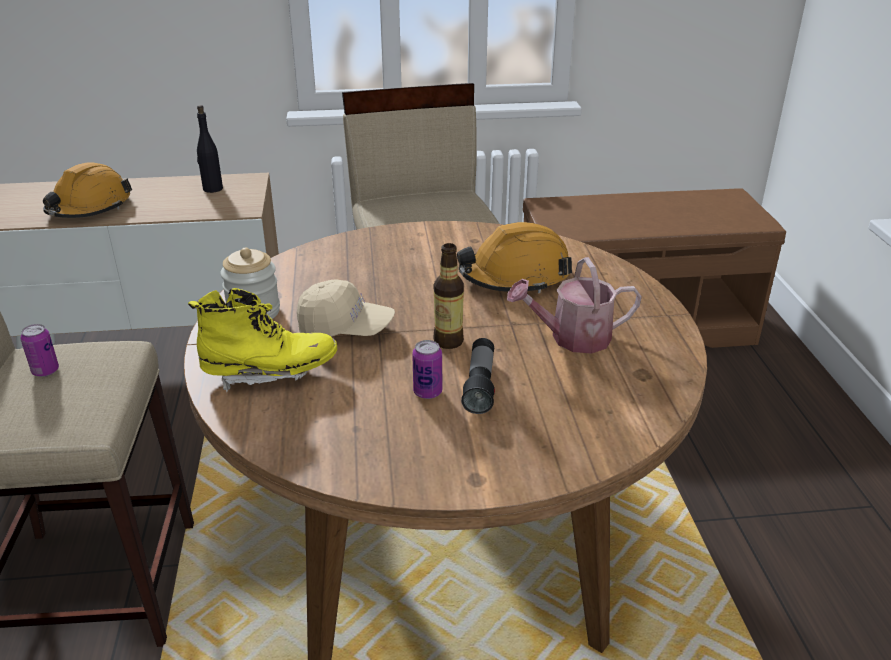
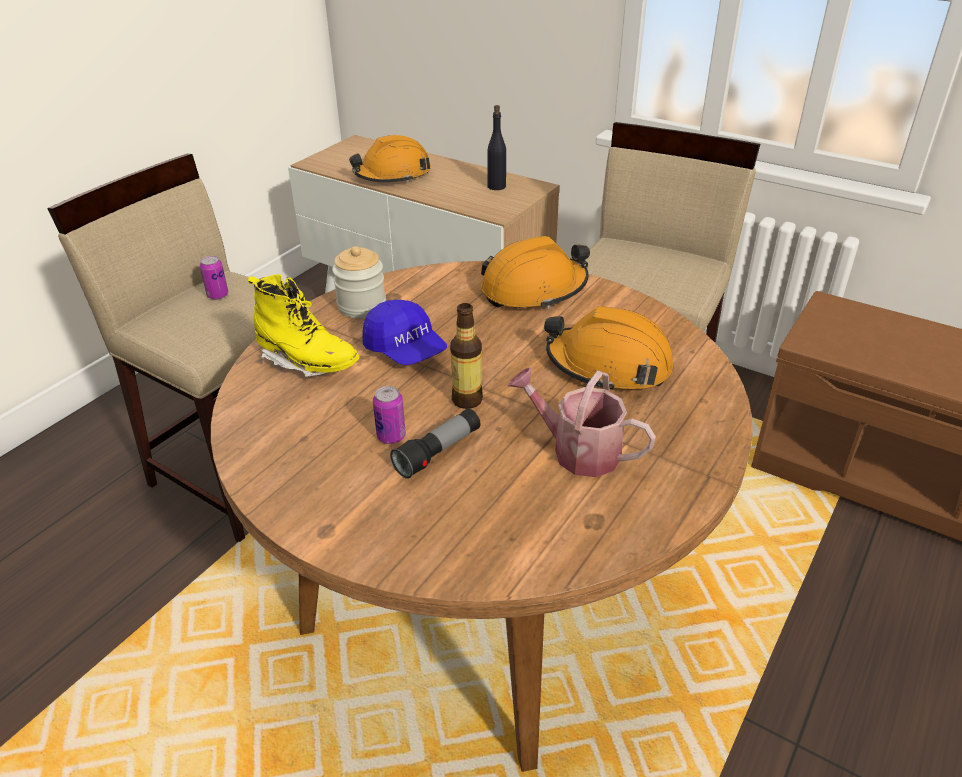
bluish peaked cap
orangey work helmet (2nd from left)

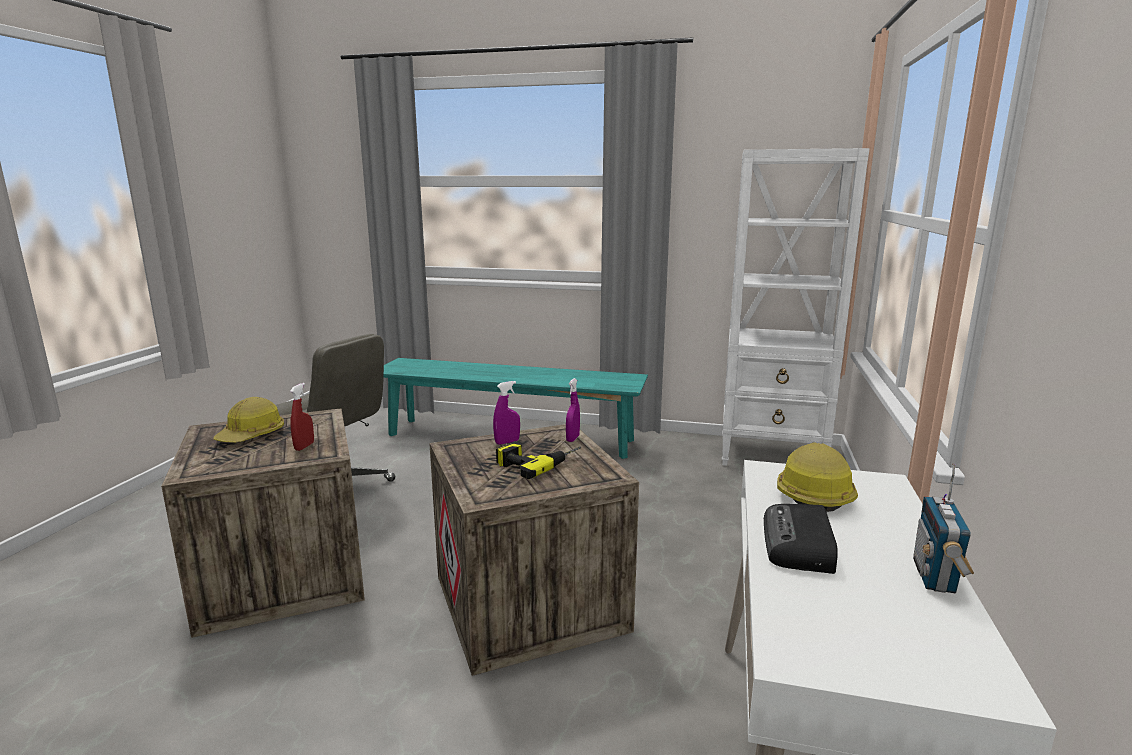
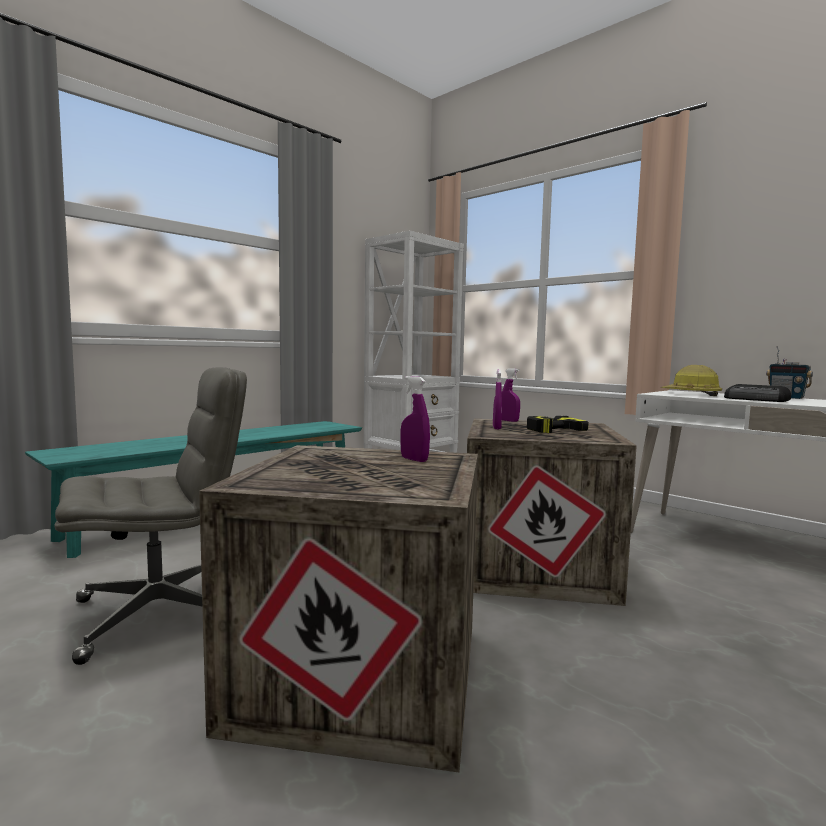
purple spray bottle (1st from left)
work helmet (1st from left in the first image)

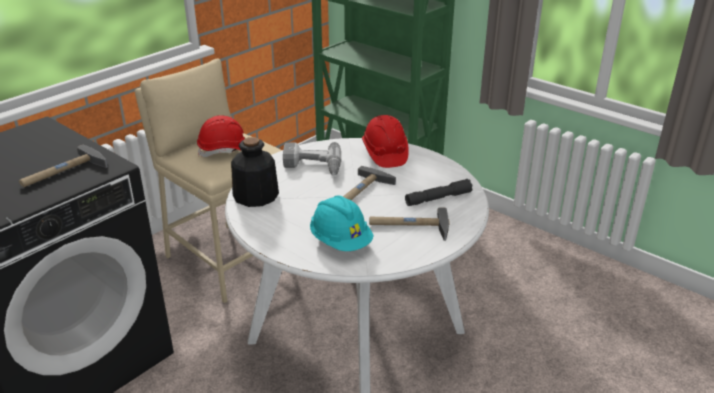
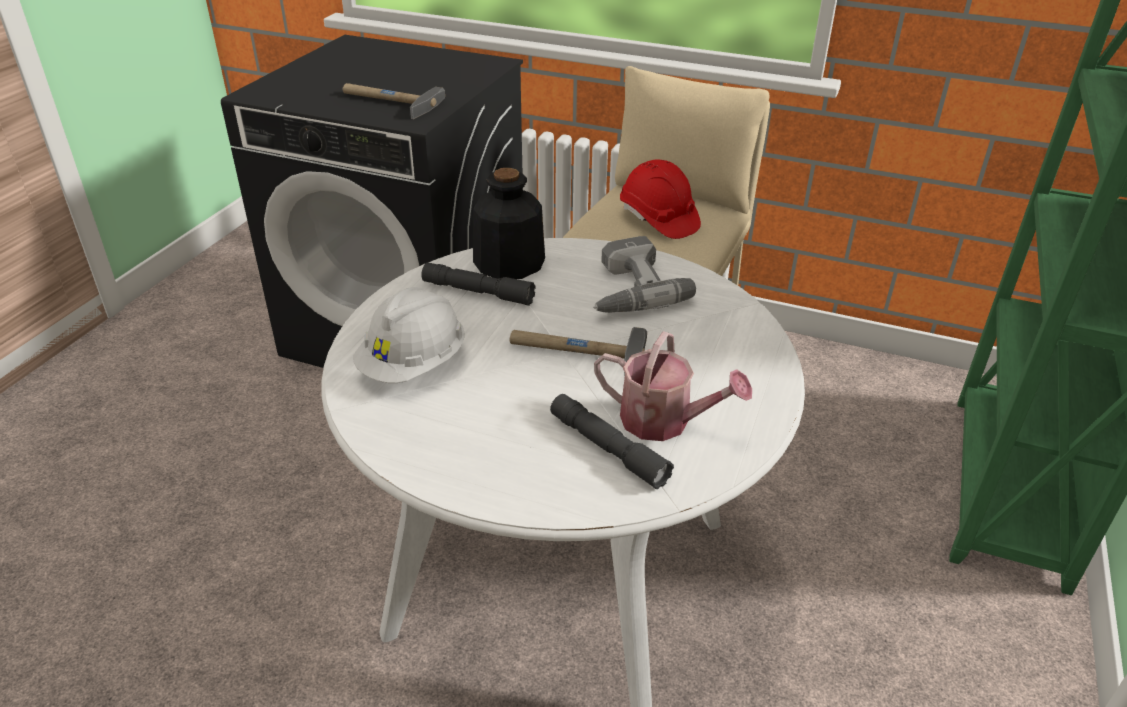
reddish work helmet (2nd from left in the first image)
whitish work helmet
tool hammer (3rd from left in the first image)
grey torch (1st from left)
watering pot

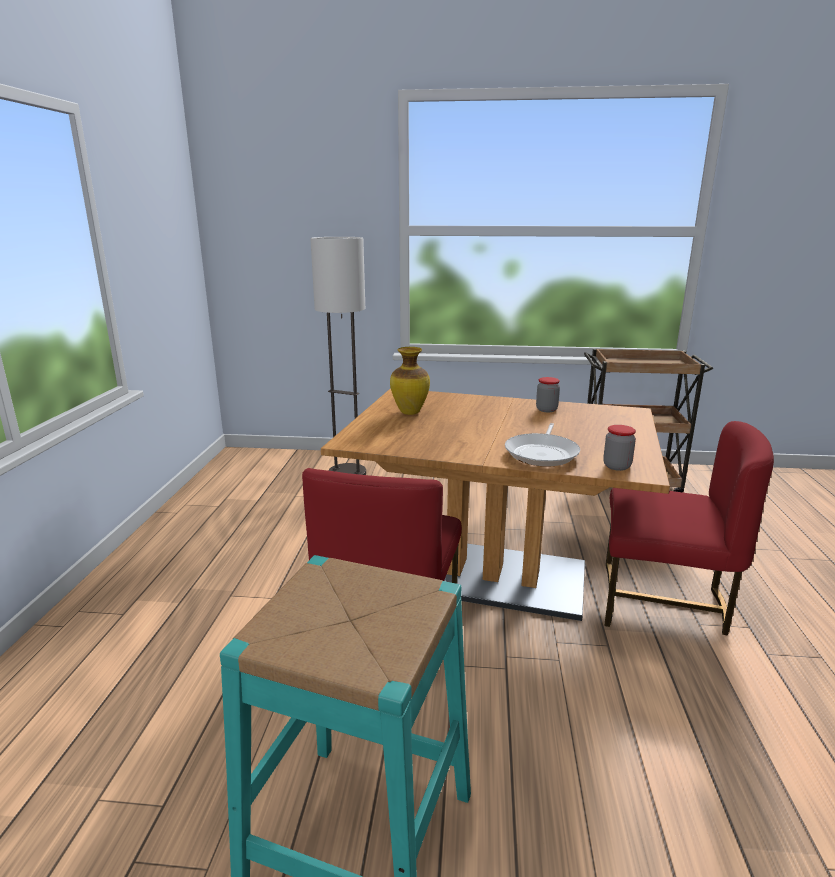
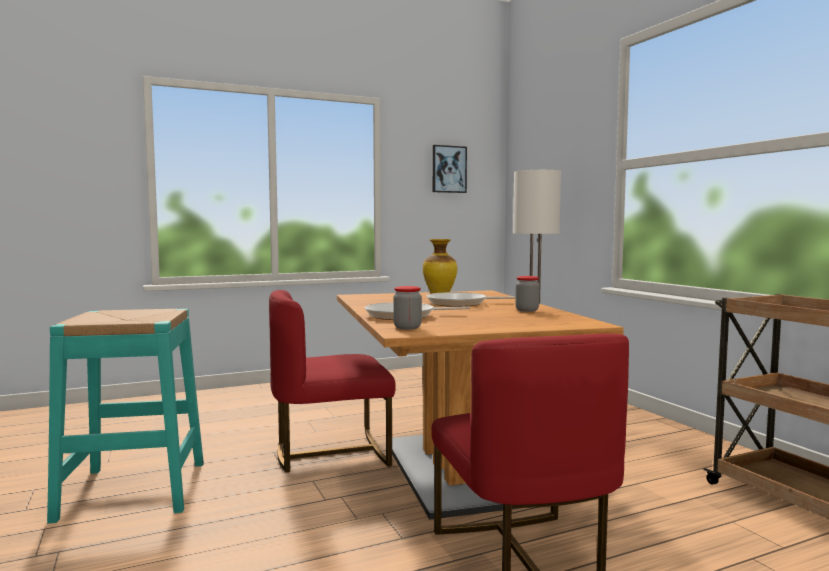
picture
frying pan (2nd from left)

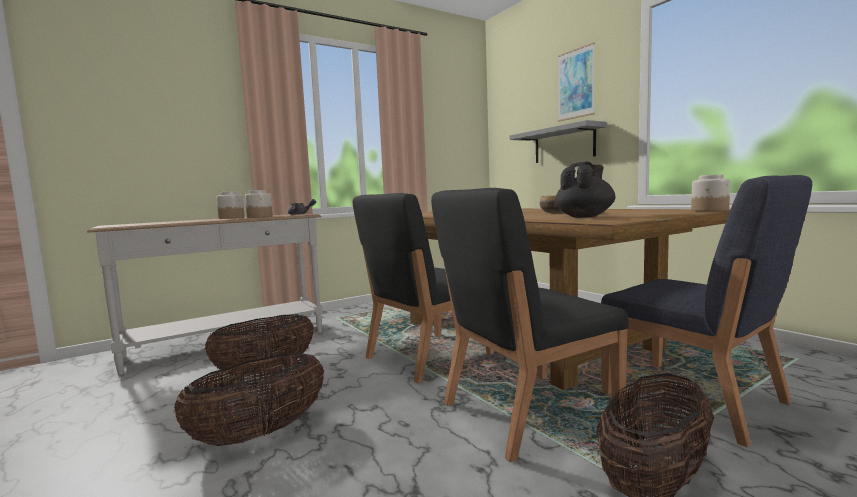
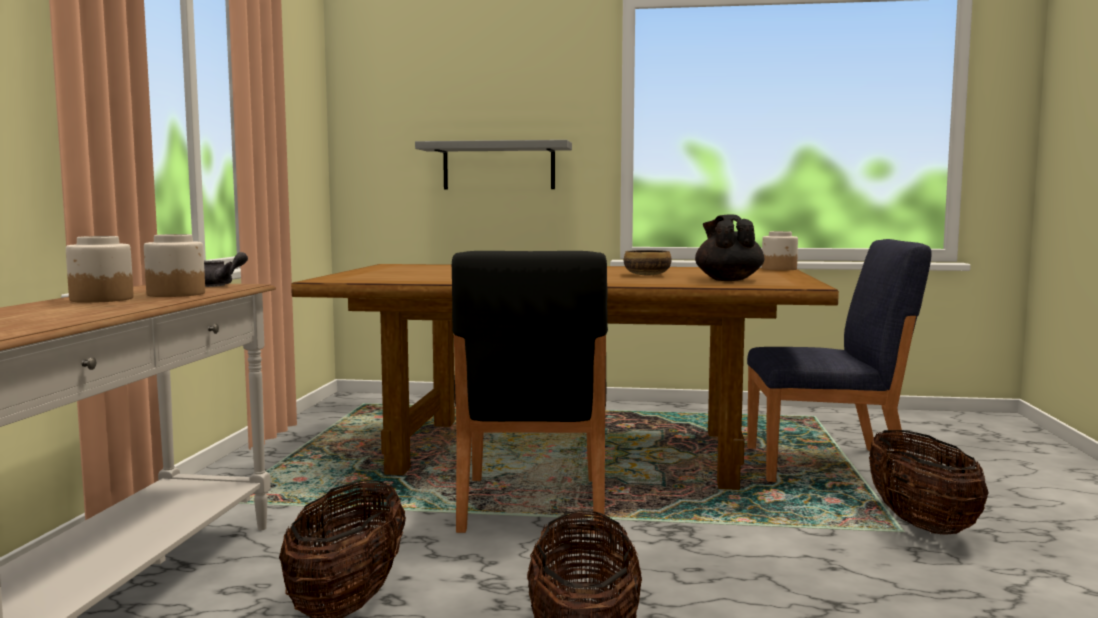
picture
black upright chair (2nd from left in the first image)

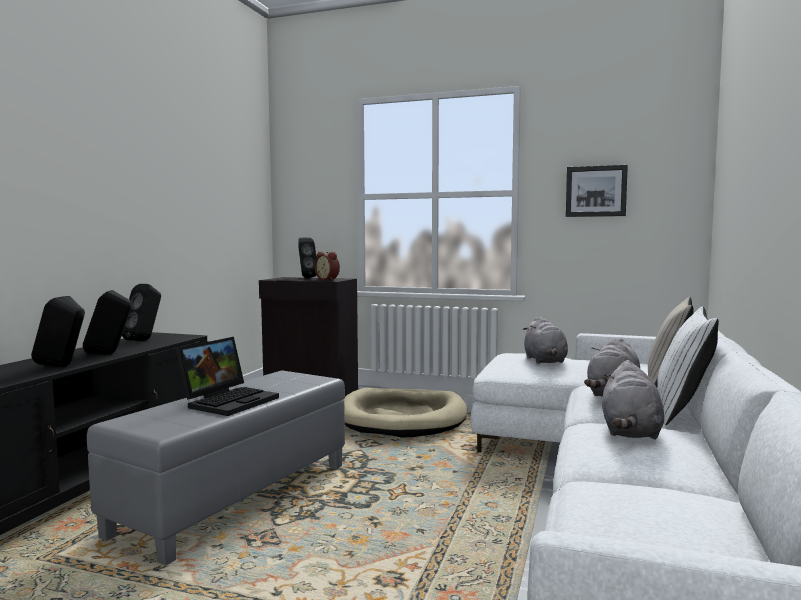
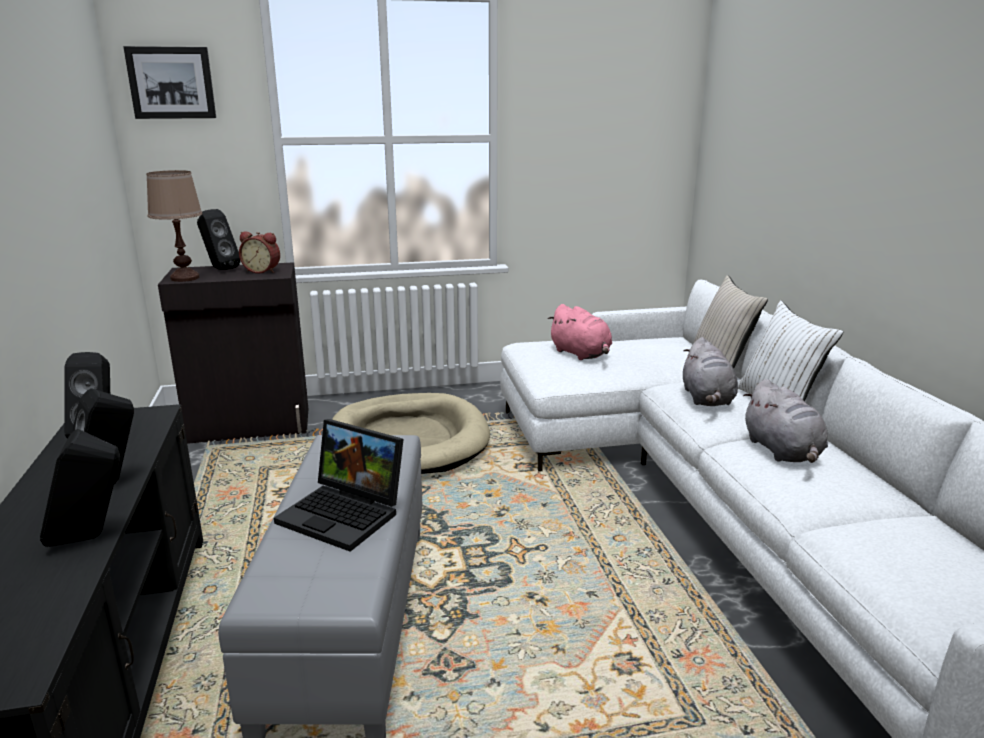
picture
pink-coloured cuddly toy
laptop
brown tabletop lamp

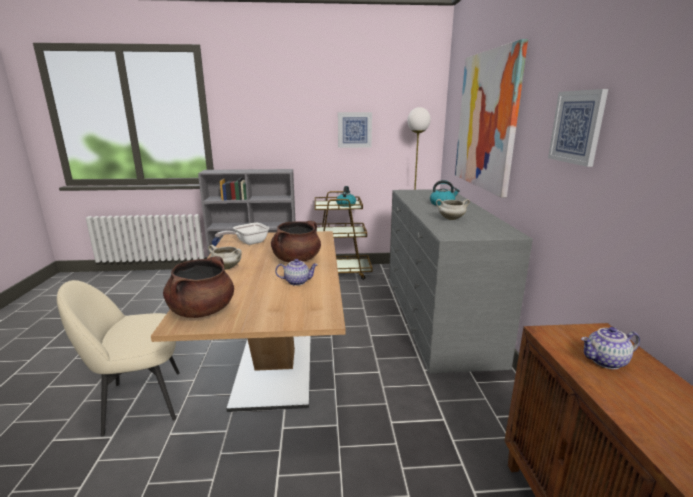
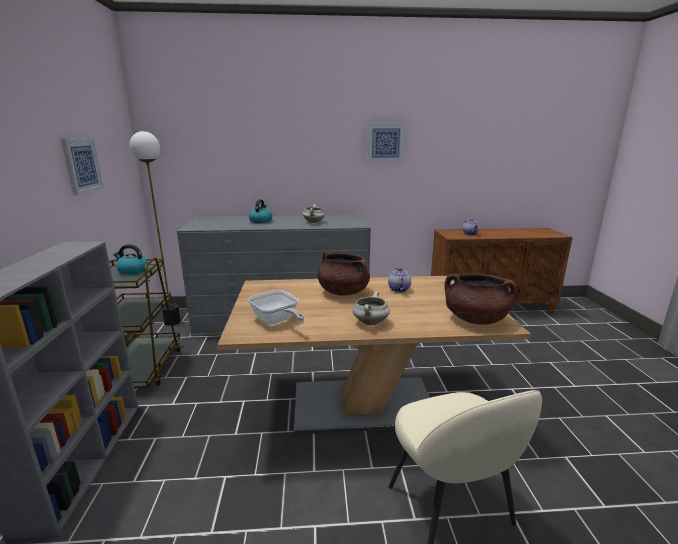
picture (2nd from left in the first image)

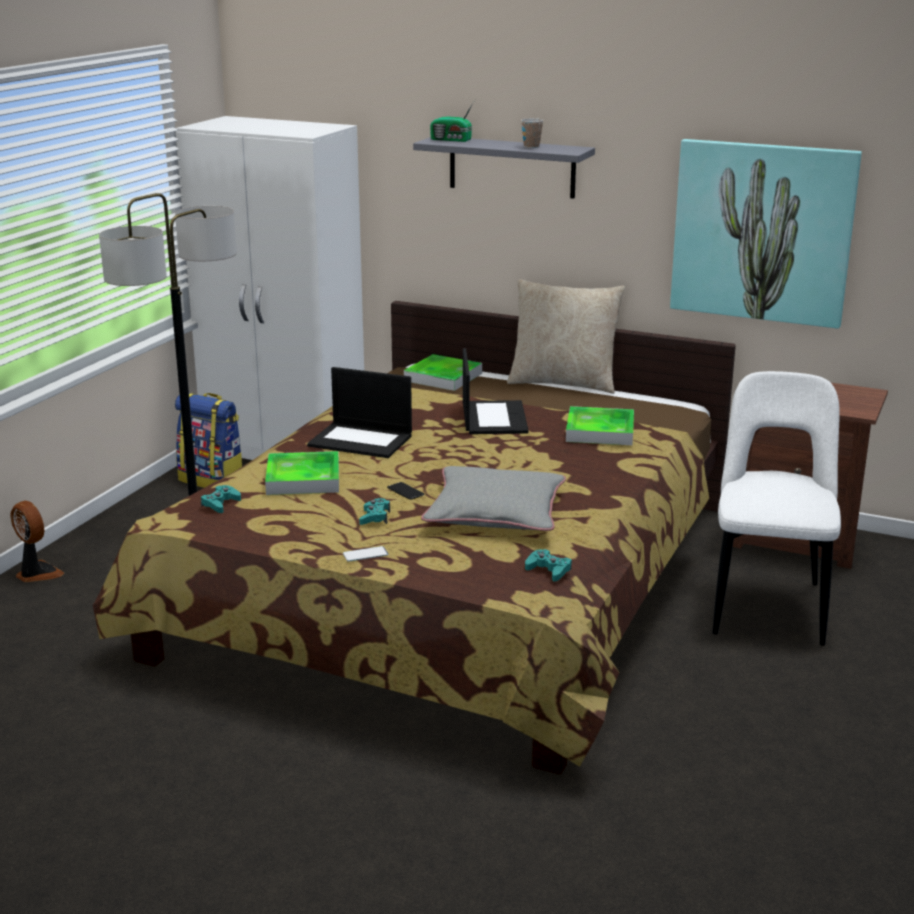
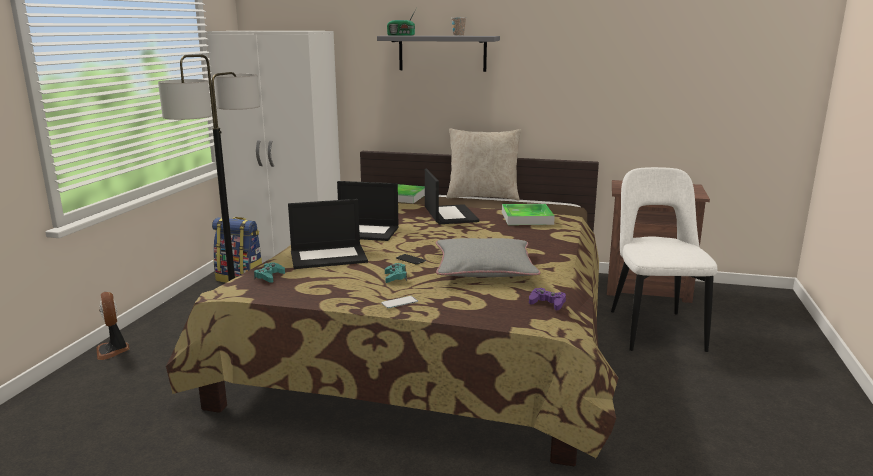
picture
laptop (1st from left)
electric fan
purple joypad

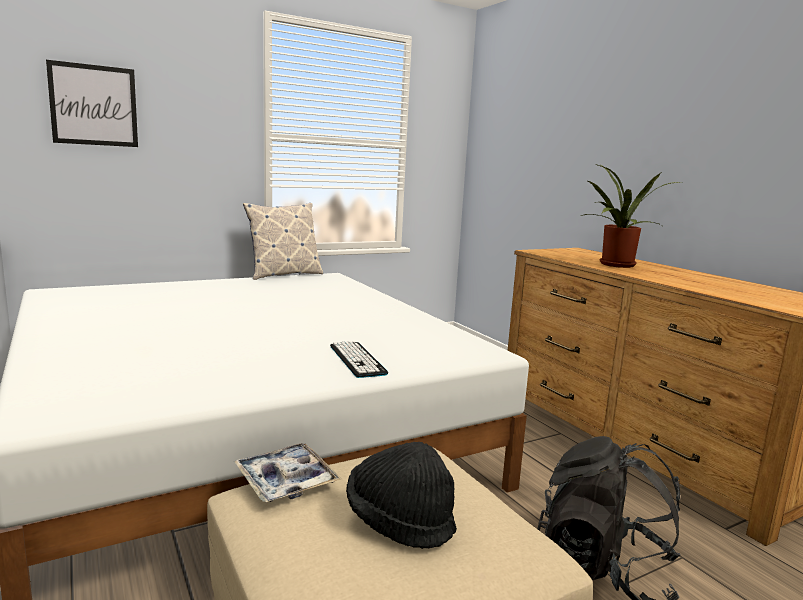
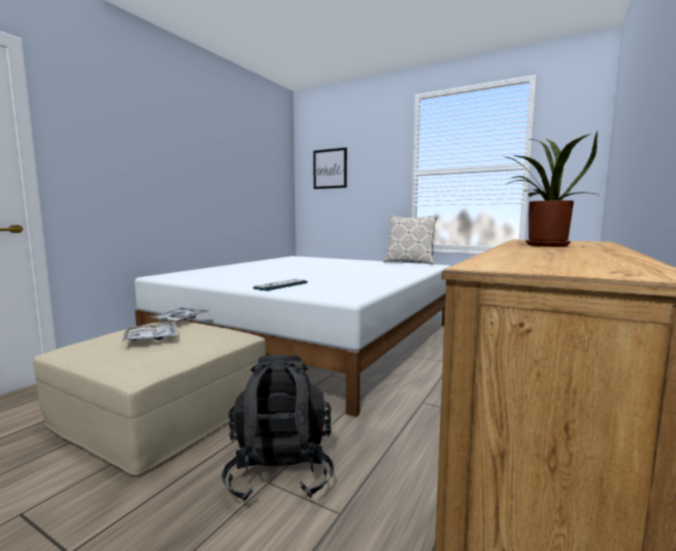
carrying tray (1st from left)

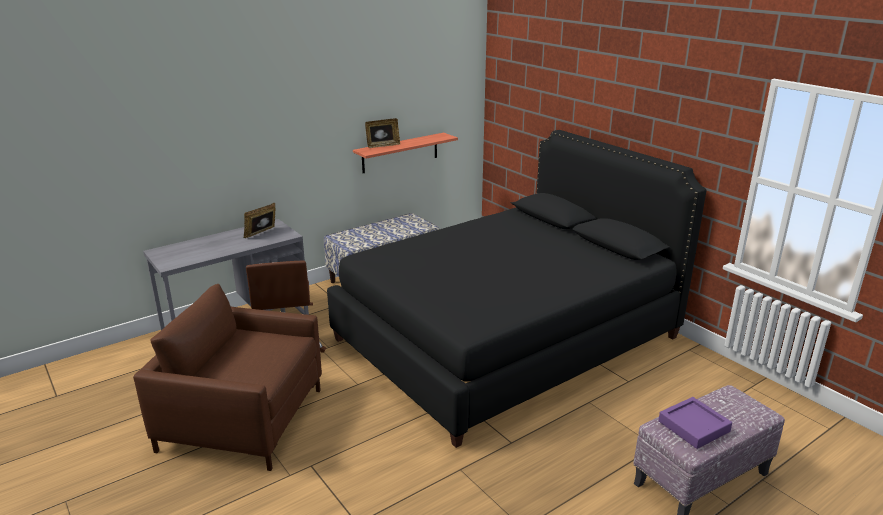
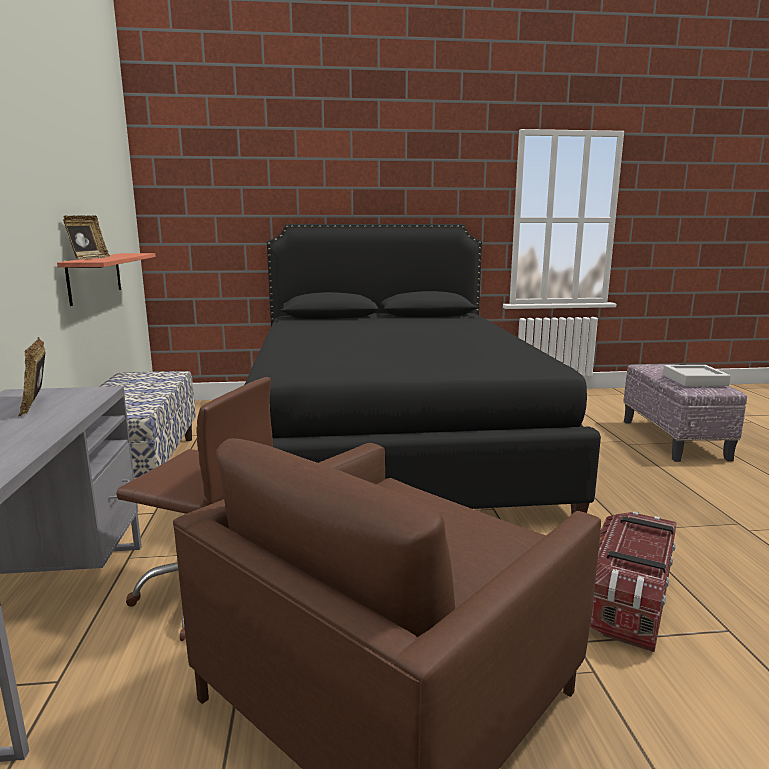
grey carrying tray
storage container

